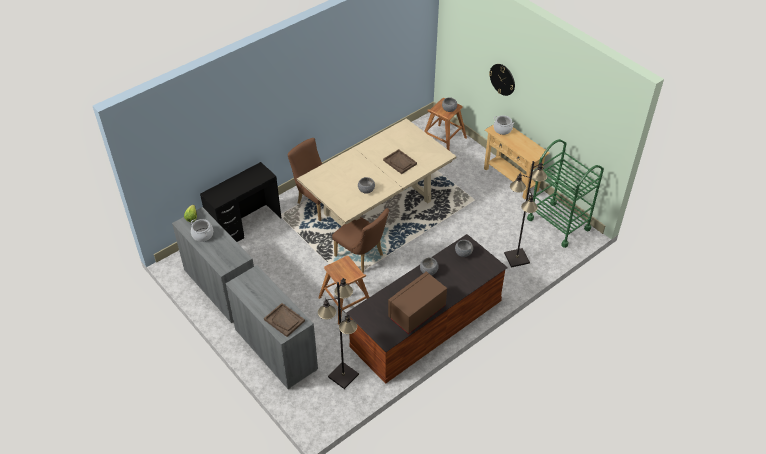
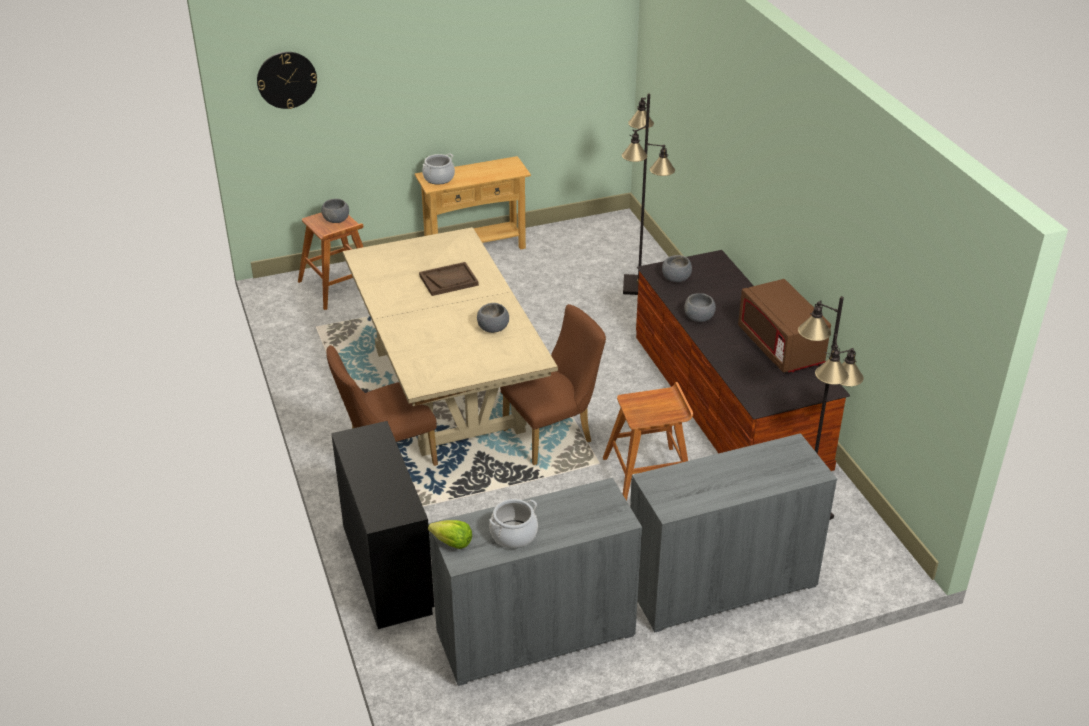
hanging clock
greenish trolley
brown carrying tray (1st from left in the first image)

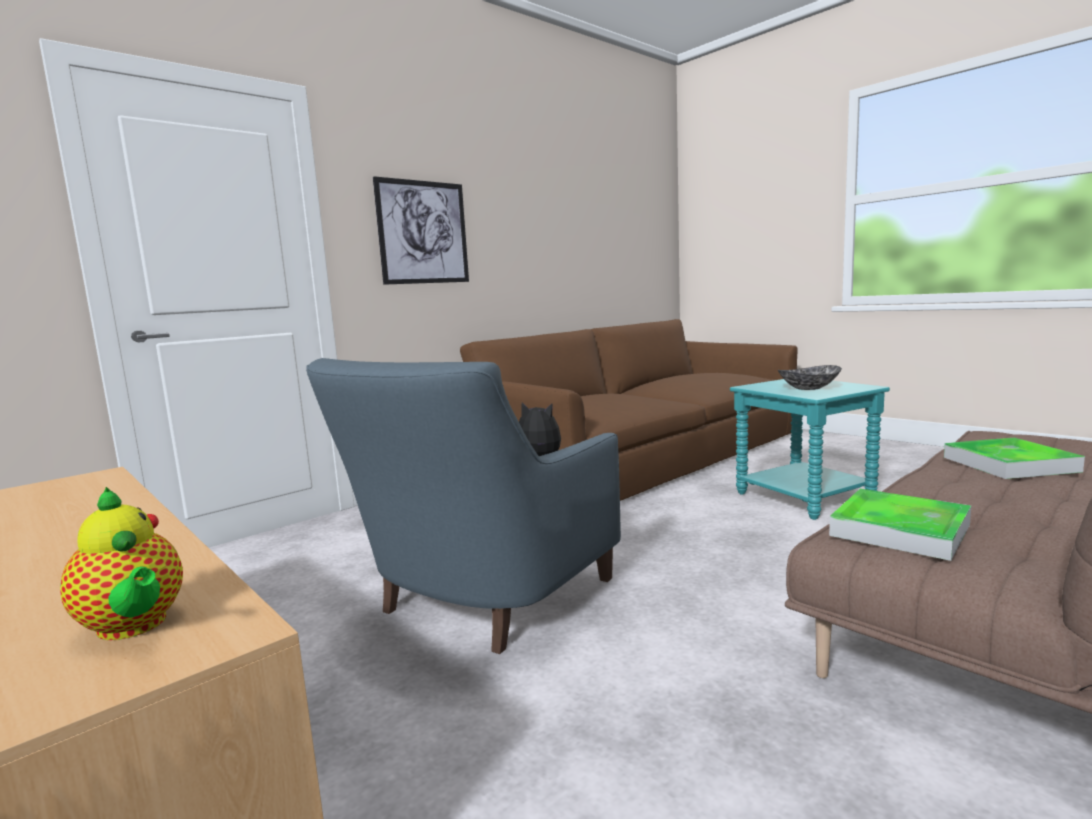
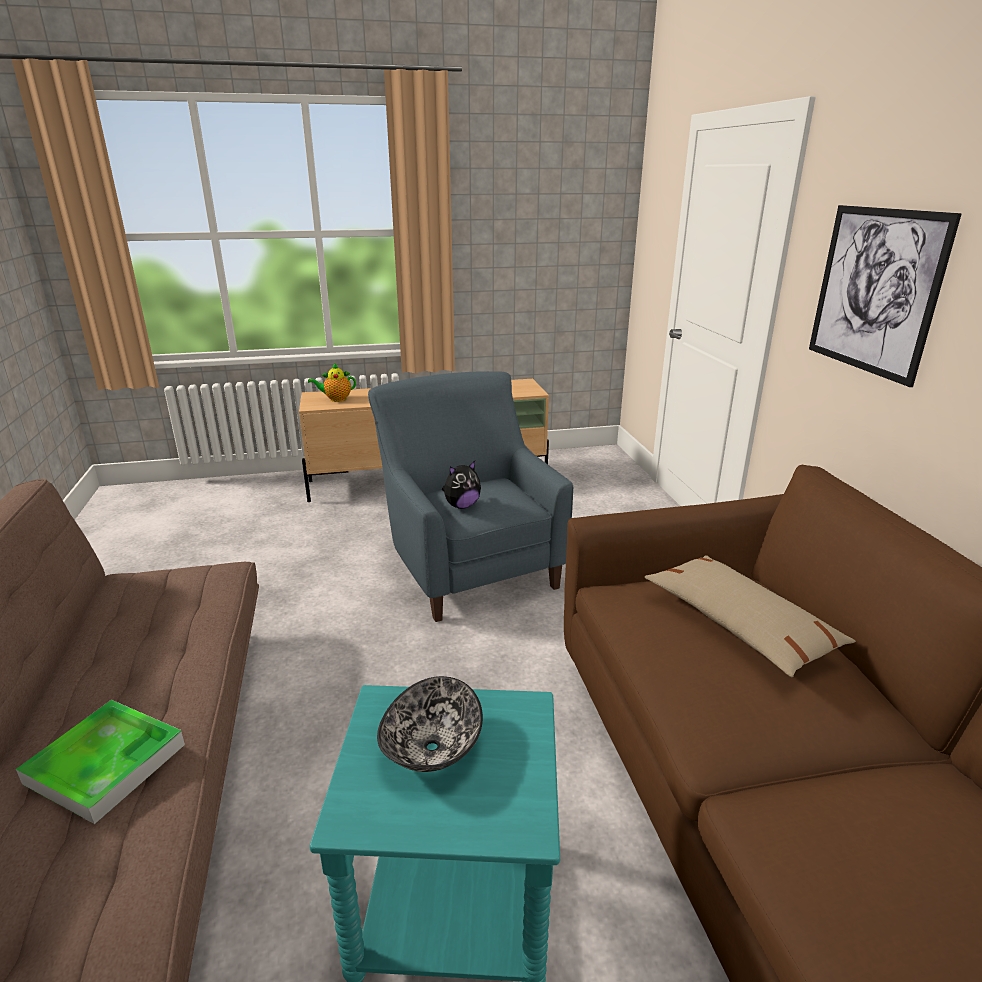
carrying tray (1st from left in the first image)
beige pillow

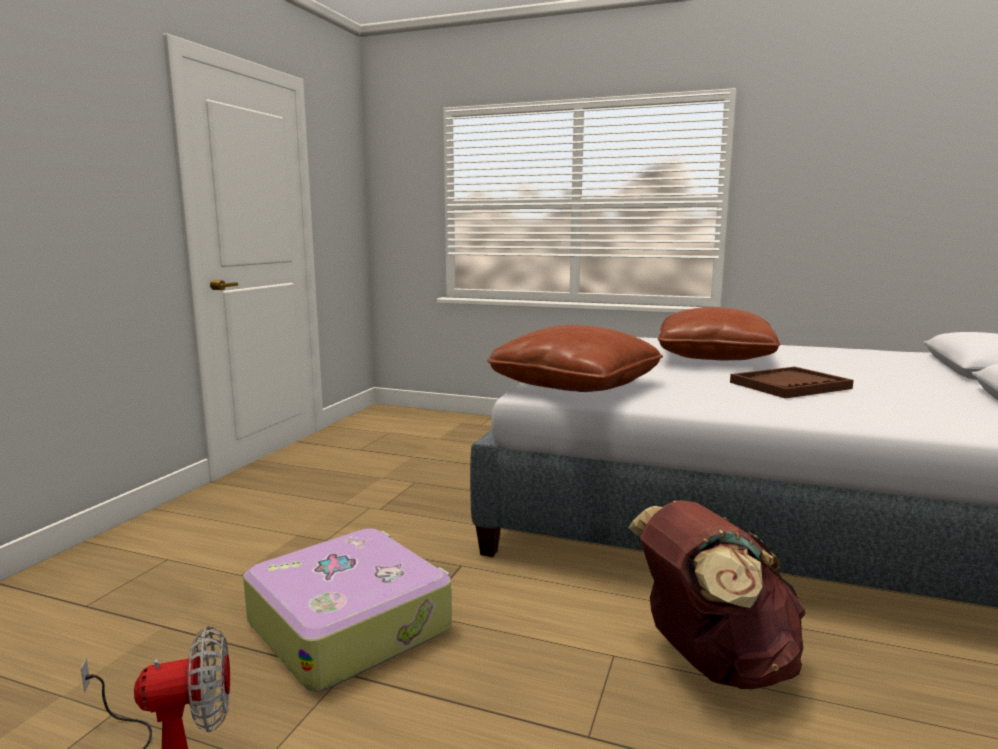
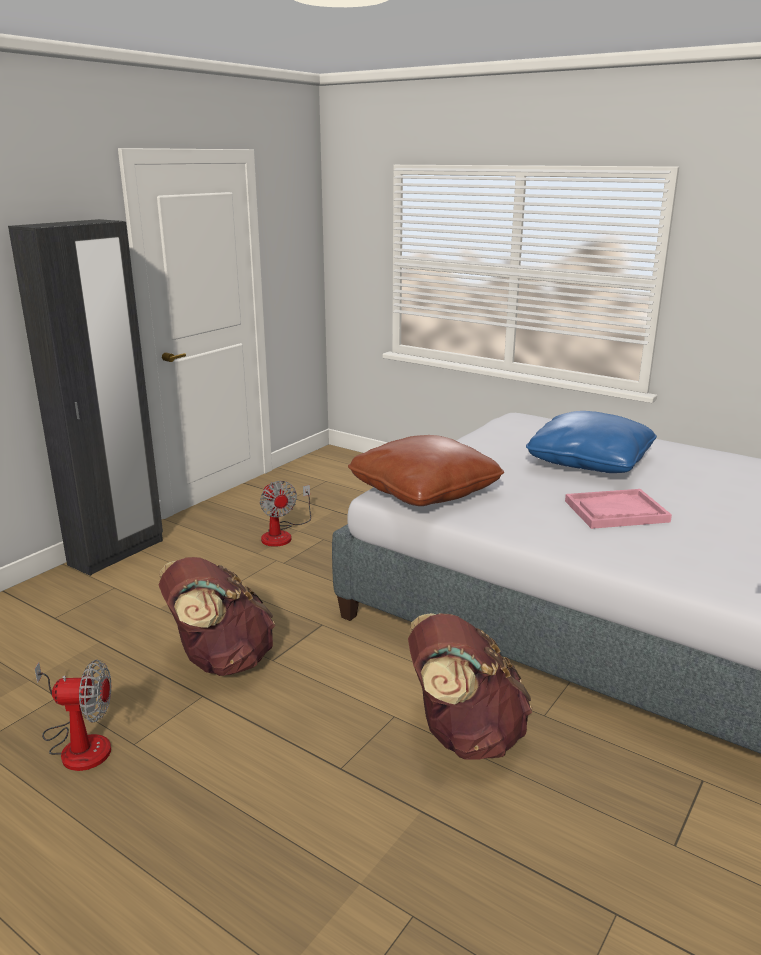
bluish pillow
pink-coloured carrying tray
brown backpack (1st from left)
black clothes cupboard
electric fan (2nd from left)

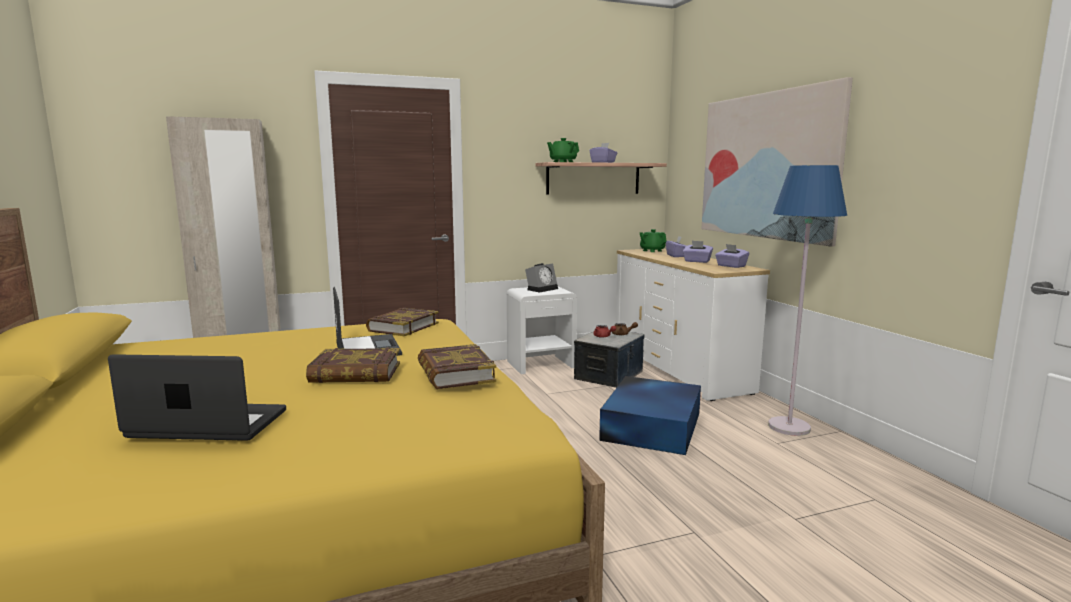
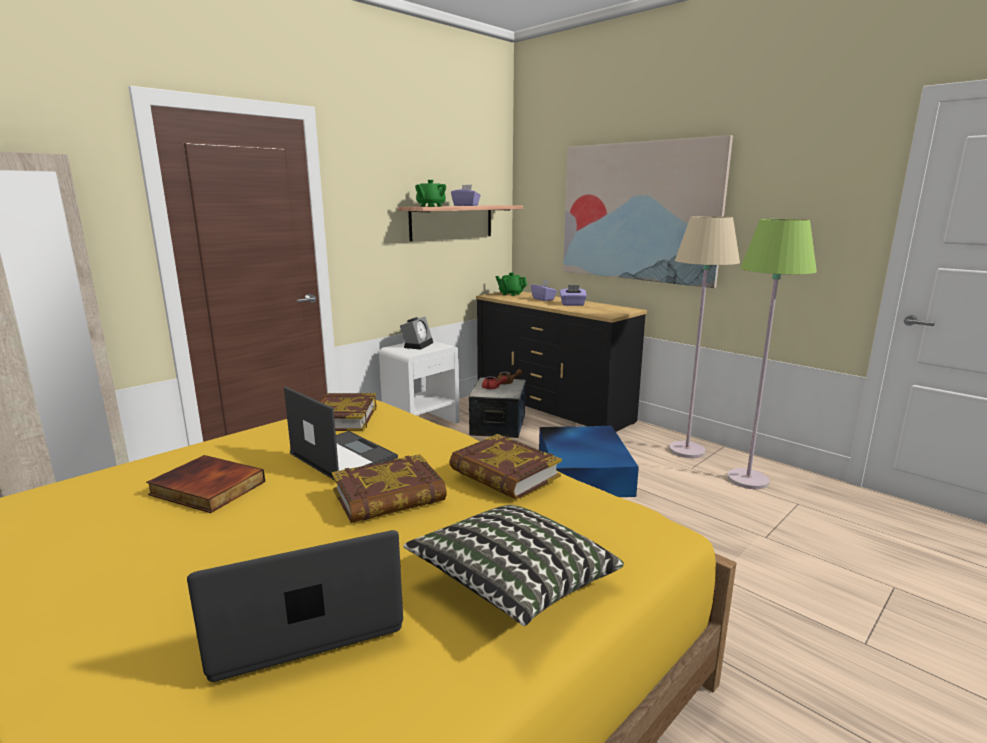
beige standing lamp
purple tissue holder (4th from left in the first image)
black dresser
greenish standing lamp
volume (1st from left)
pillow

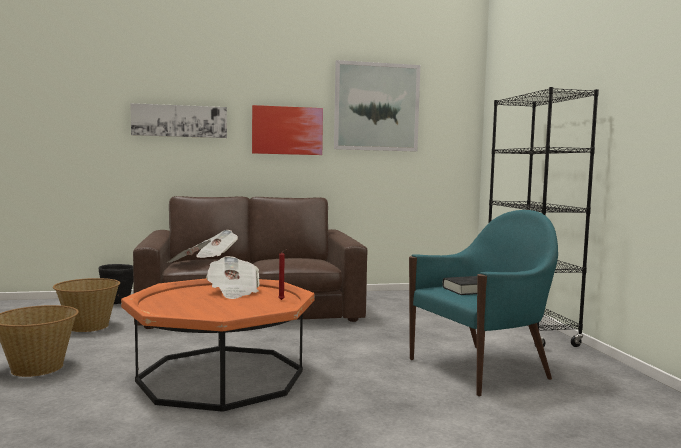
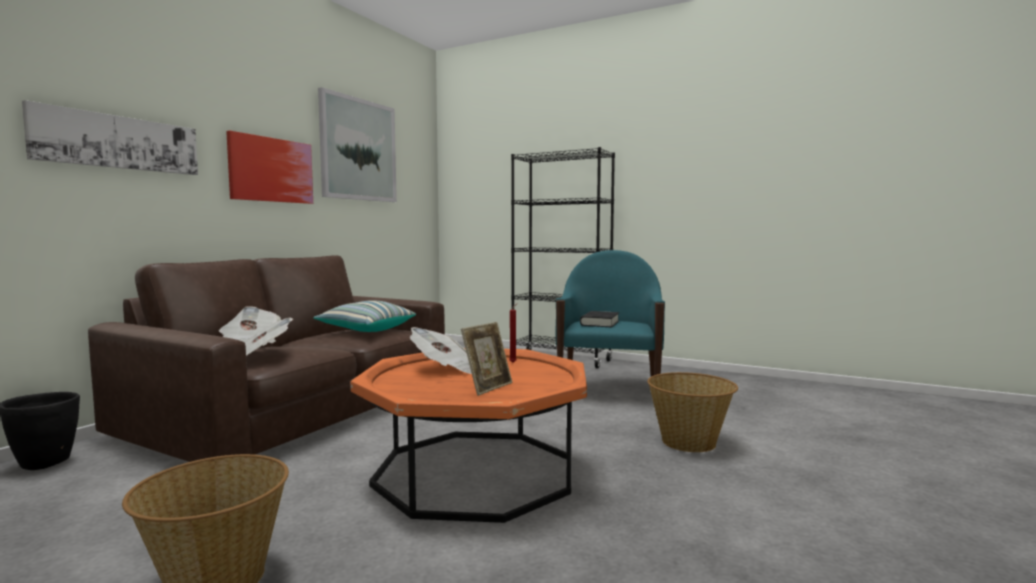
storage basket (2nd from left)
pillow
photo frame

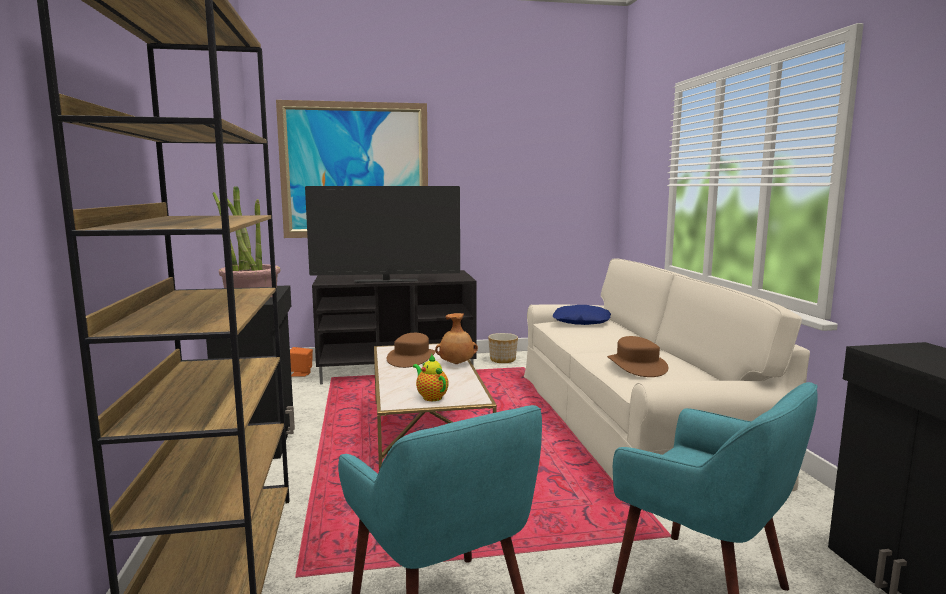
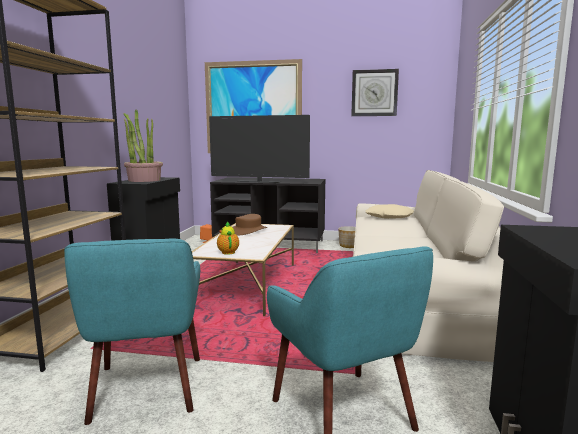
beige pillow
brown vase
brown wearable hat (2nd from left in the first image)
hanging clock

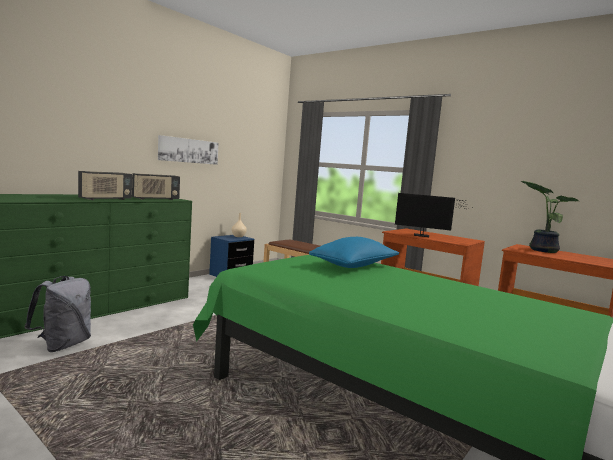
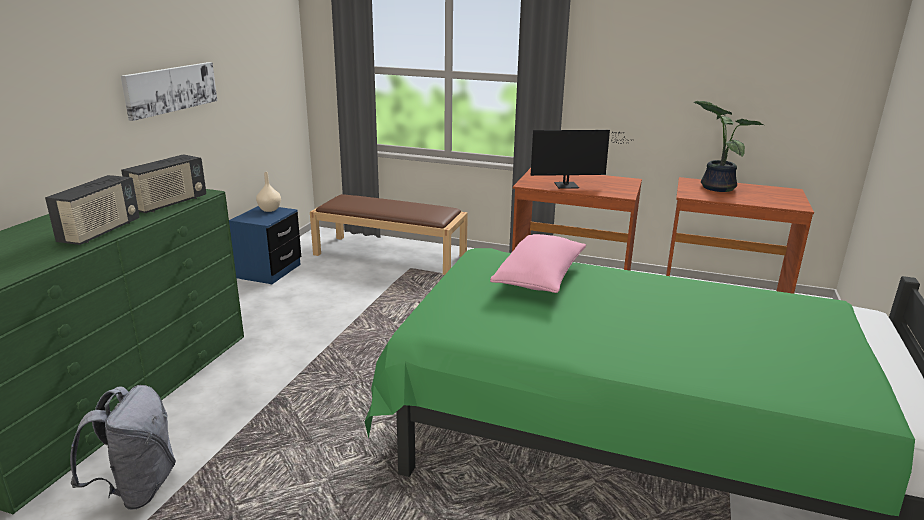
pink-coloured pillow

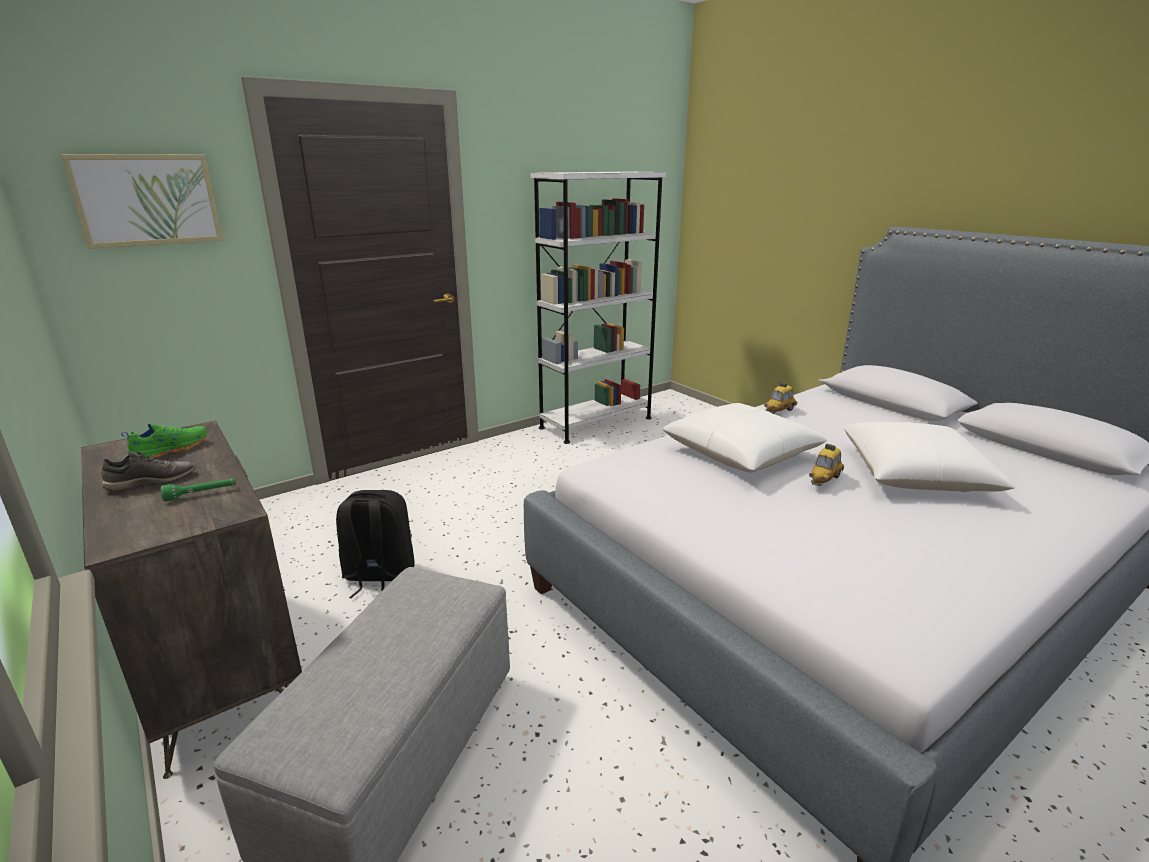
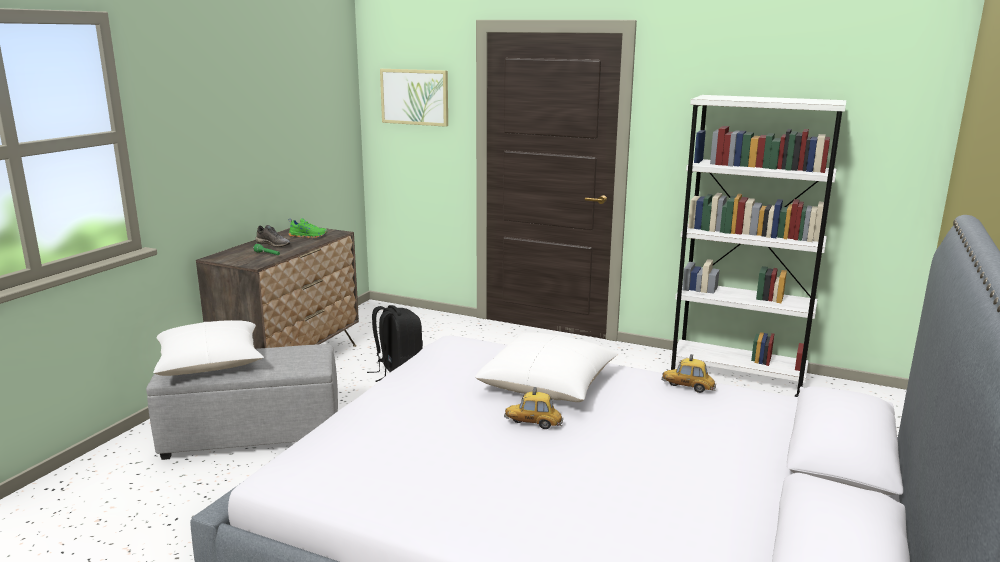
whitish pillow (1st from left)

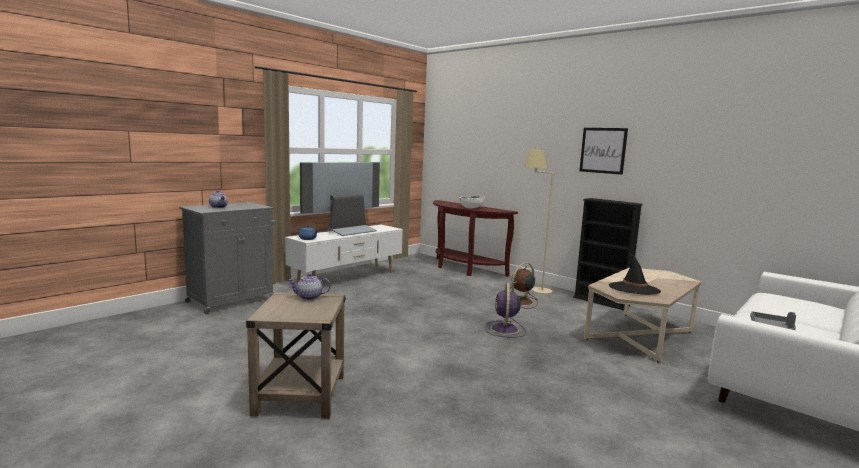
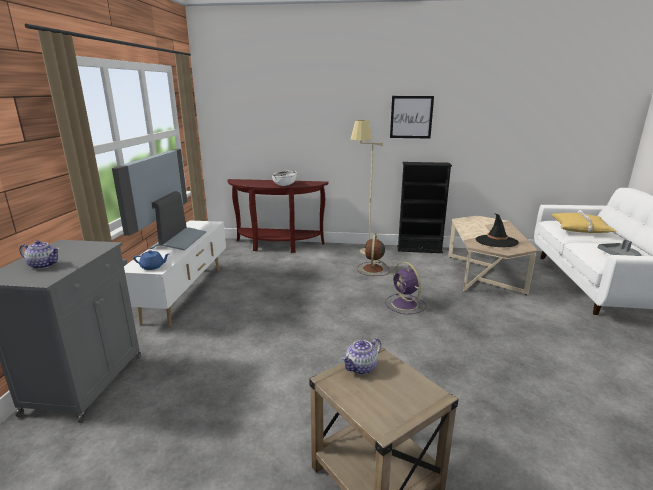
yellow-coloured pillow

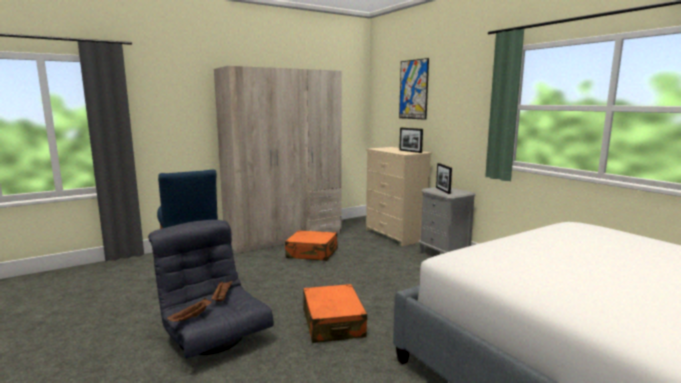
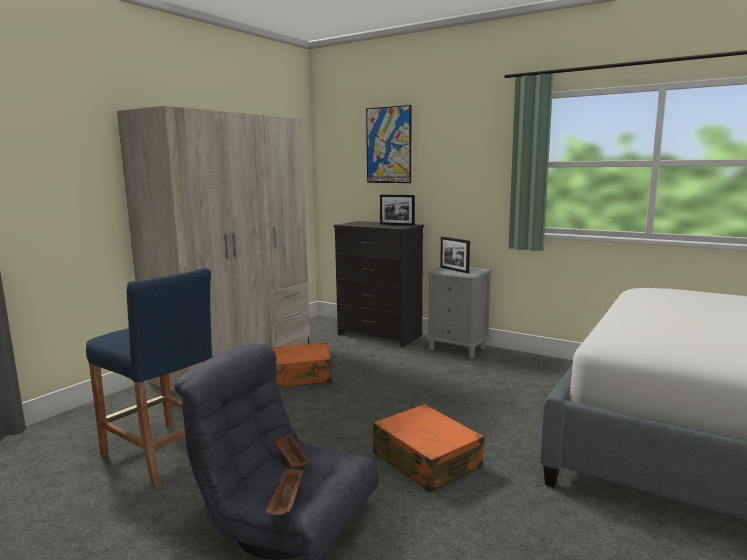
black dresser

